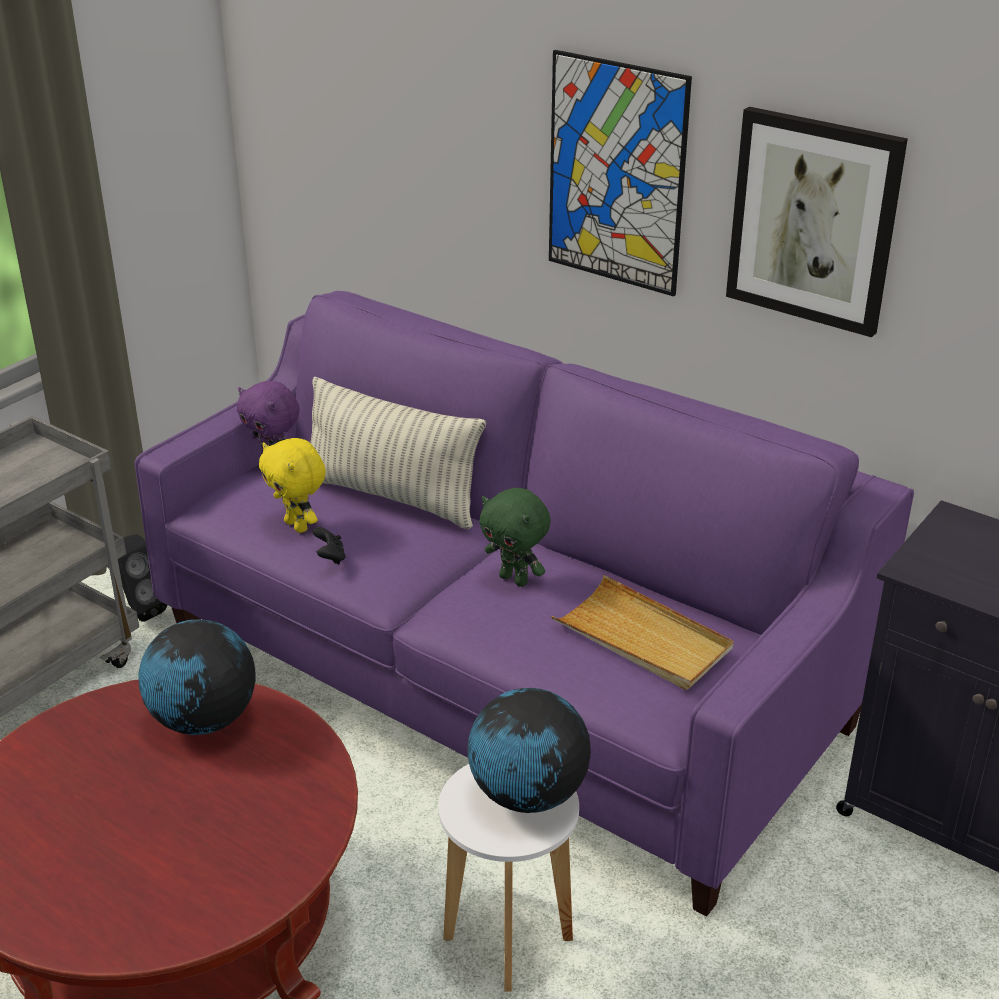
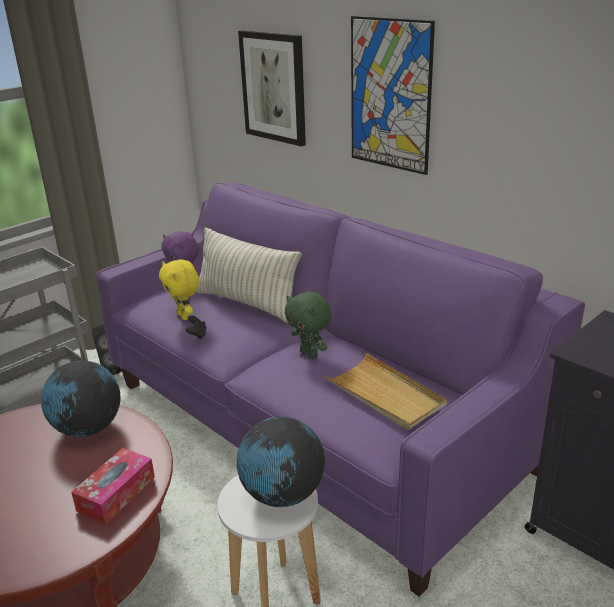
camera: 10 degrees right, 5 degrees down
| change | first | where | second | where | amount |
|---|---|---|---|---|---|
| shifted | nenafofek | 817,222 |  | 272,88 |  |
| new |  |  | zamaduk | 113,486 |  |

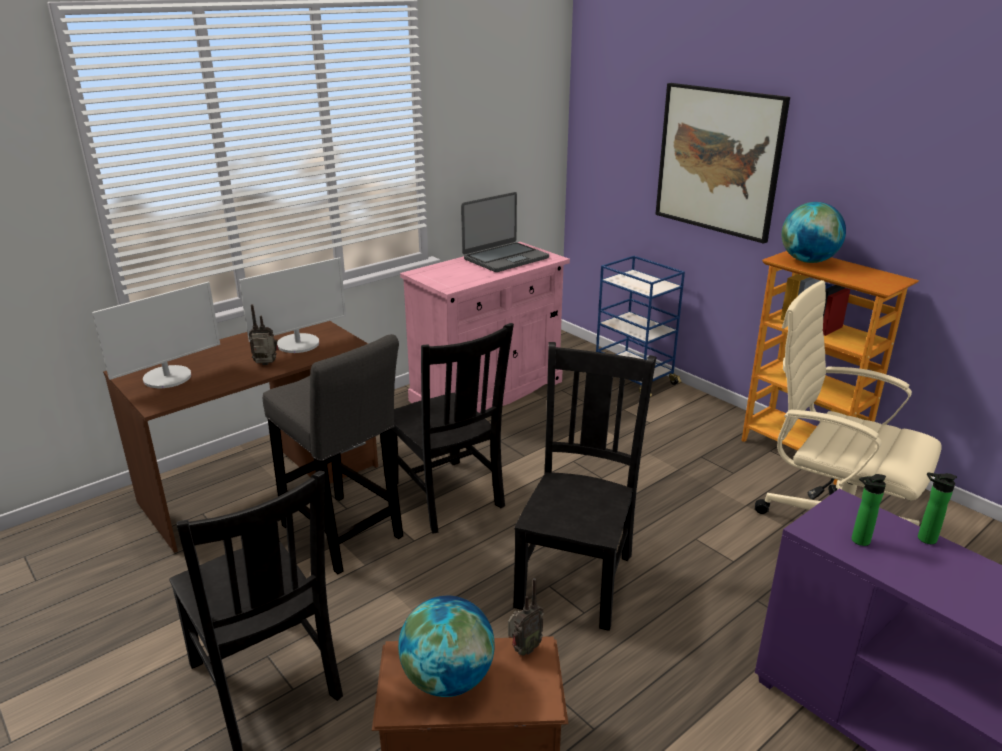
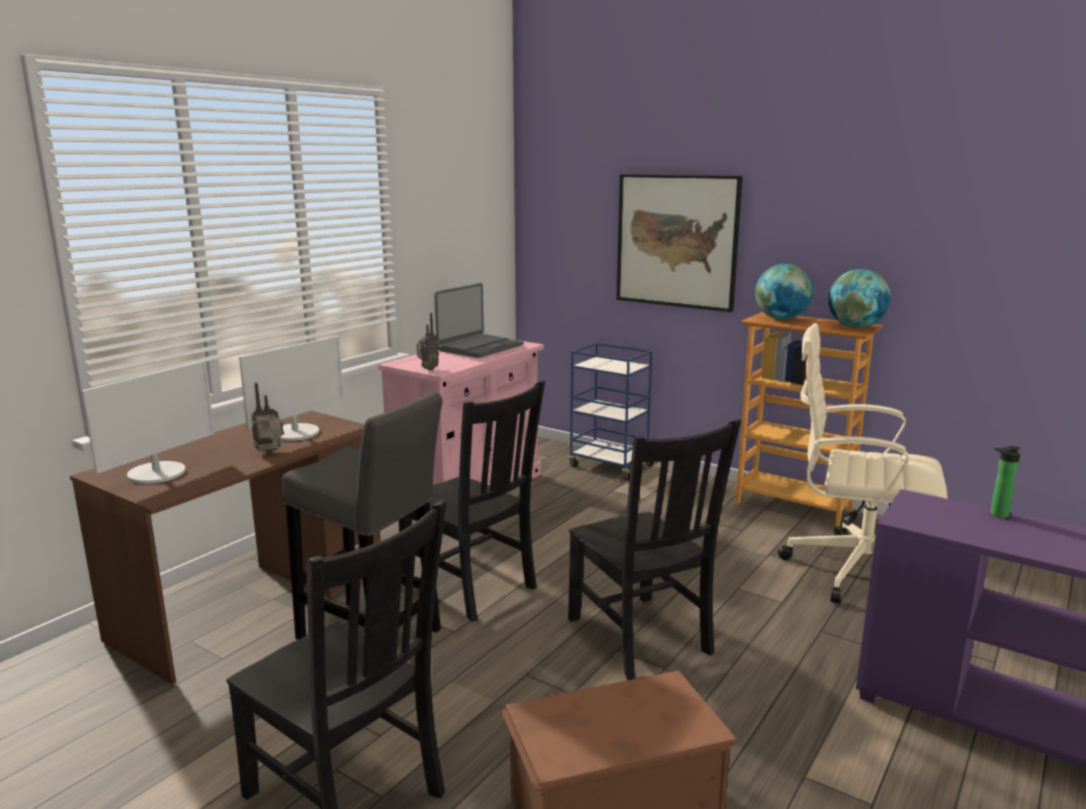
camera: 15 degrees left, 10 degrees down
| change | first | where | second | where | amount |
|---|---|---|---|---|---|
| shifted | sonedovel | 446,646 |  | 859,298 |  |
| shifted | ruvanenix | 526,617 |  | 428,342 |  |
| rotated | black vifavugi | 584,486 |  | 654,549 | 150 degrees clockwise |
| gone | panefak | 869,510 |  |  |  |

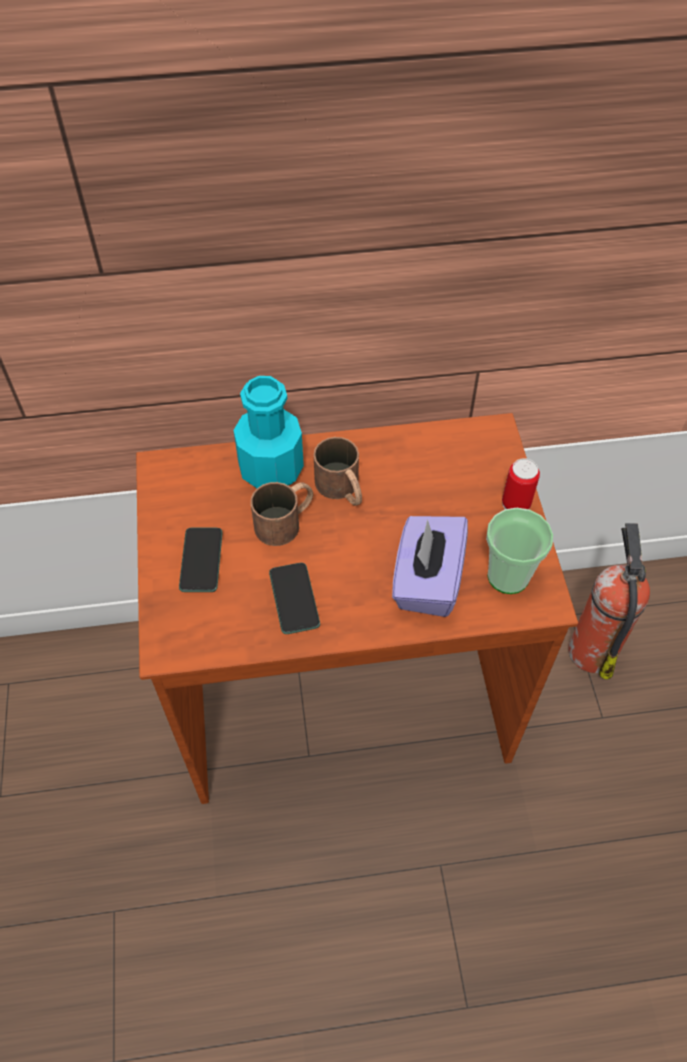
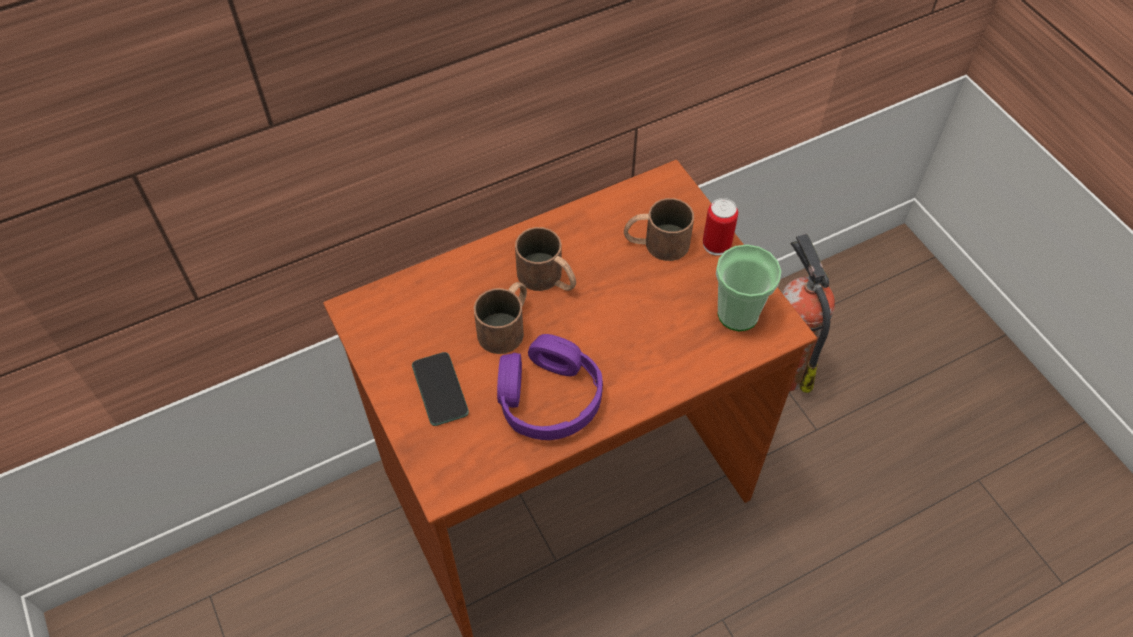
camera: 20 degrees left, 0 degrees up
| change | first | where | second | where | amount |
|---|---|---|---|---|---|
| gone | turquoise panefak | 268,432 |  |  |  |
| swapped | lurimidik | 294,598 | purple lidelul | 550,387 |  |
| gone | purple zamaduk | 430,566 |  |  |  |
| new |  |  | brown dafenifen | 659,229 |  |

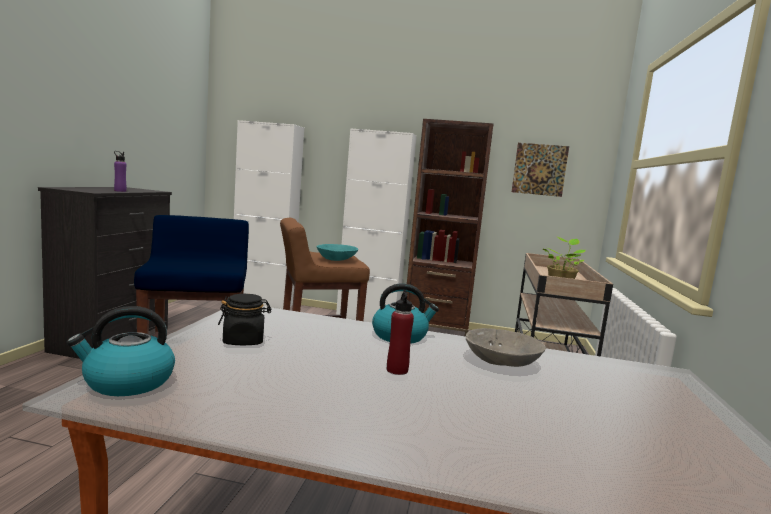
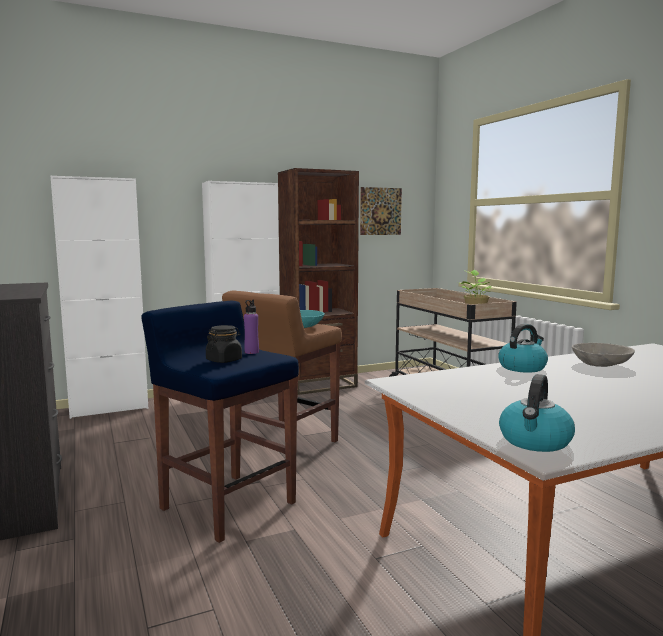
camera: 35 degrees left, 0 degrees up
| change | first | where | second | where | amount |
|---|---|---|---|---|---|
| shifted | purple panefak | 120,171 |  | 251,326 |  |
| shifted | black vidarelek | 244,319 |  | 224,344 |  |
| gone | red panefak | 400,332 |  |  |  |

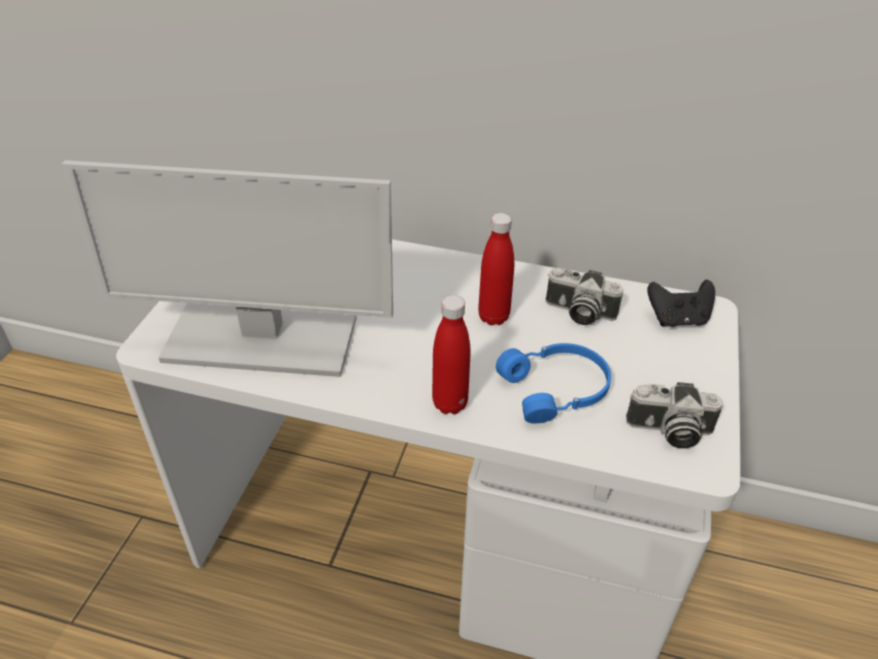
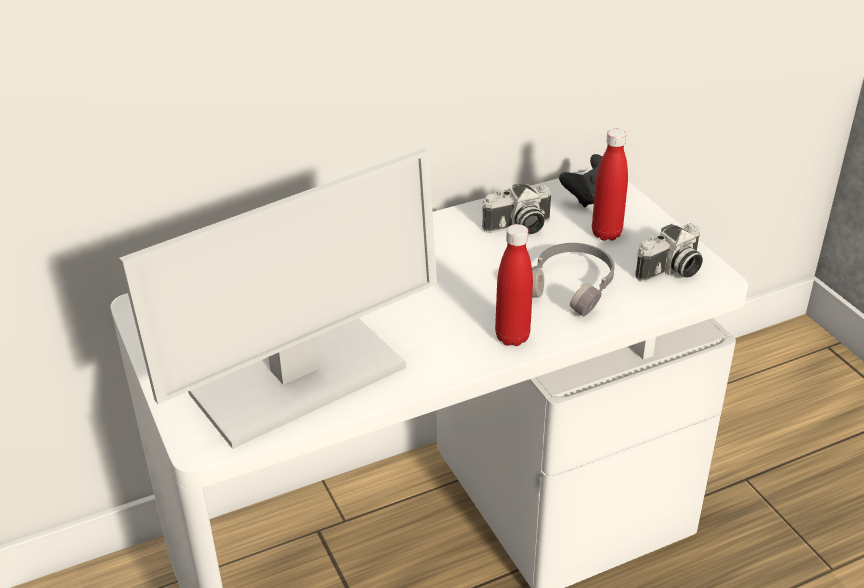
camera: 40 degrees left, 5 degrees down
| change | first | where | second | where | amount |
|---|---|---|---|---|---|
| shifted | red panefak | 496,269 |  | 610,185 |  |
| repainted | blue lidelul | 553,383 | grey lidelul | 573,280 |  |

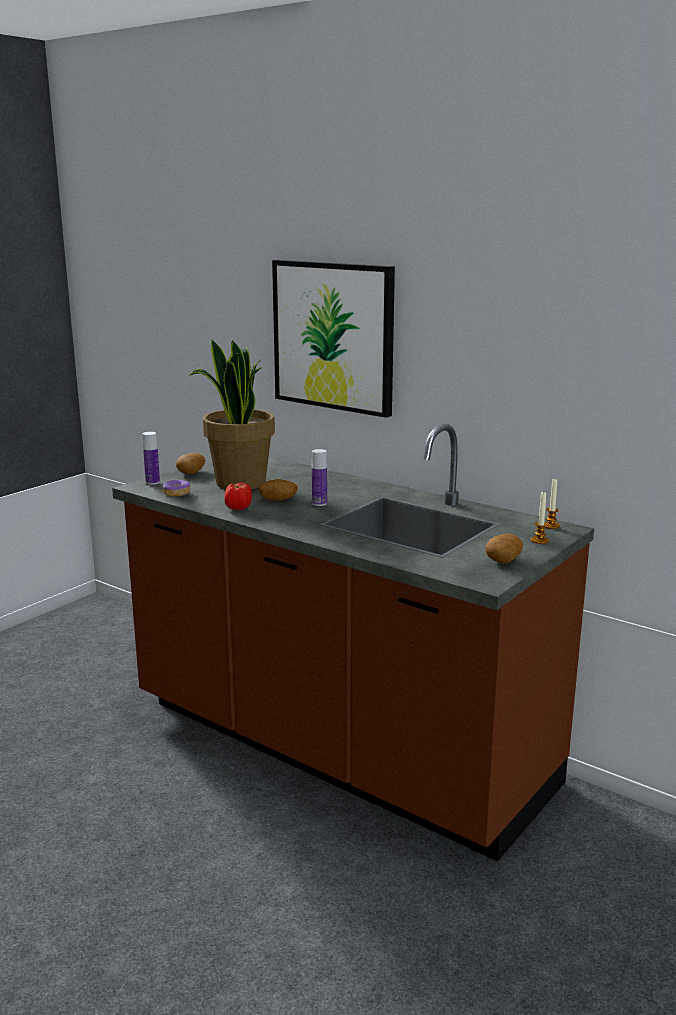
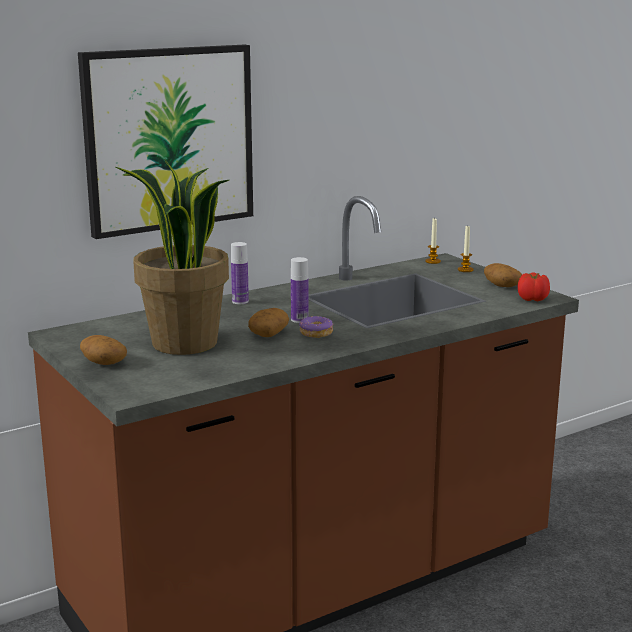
camera: 70 degrees left, 0 degrees up
| change | first | where | second | where | amount |
|---|---|---|---|---|---|
| shifted | panefak | 151,458 |  | 240,273 |  |
| shifted | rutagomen | 177,488 |  | 316,327 |  |
| shifted | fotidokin | 238,496 |  | 533,286 |  |

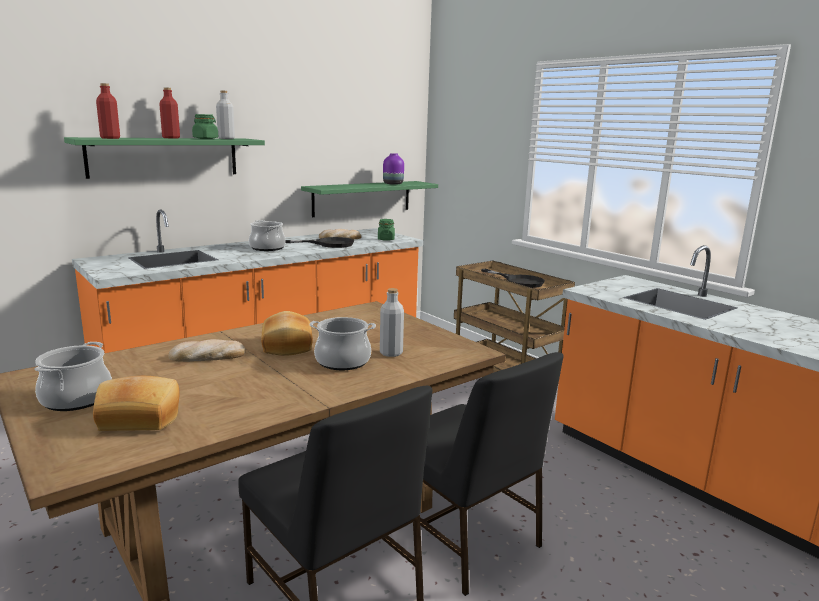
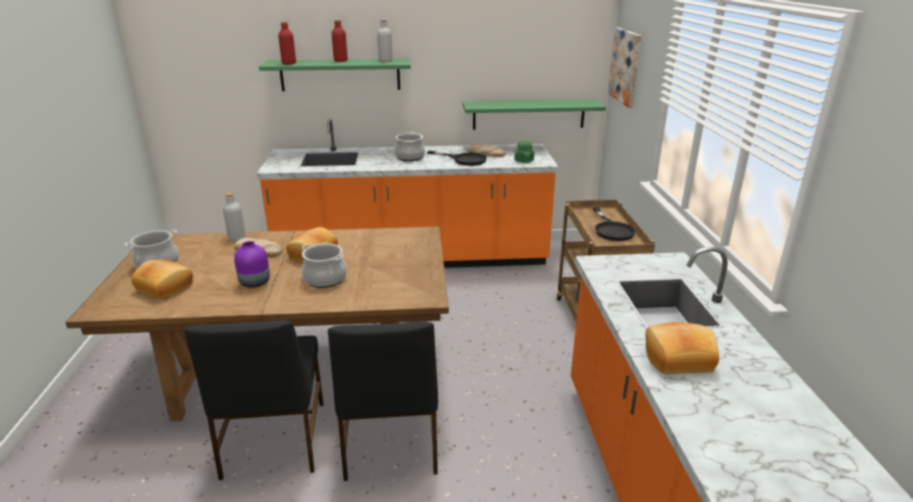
camera: 35 degrees right, 10 degrees up
| change | first | where | second | where | amount |
|---|---|---|---|---|---|
| gone | green vidarelek | 205,126 |  |  |  |
| shifted | grey panefak | 392,322 |  | 234,217 |  |
| shifted | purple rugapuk | 393,169 |  | 252,264 |  |
| new |  |  | nenafofek | 625,67 |  |
| new |  |  | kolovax | 682,348 |  |

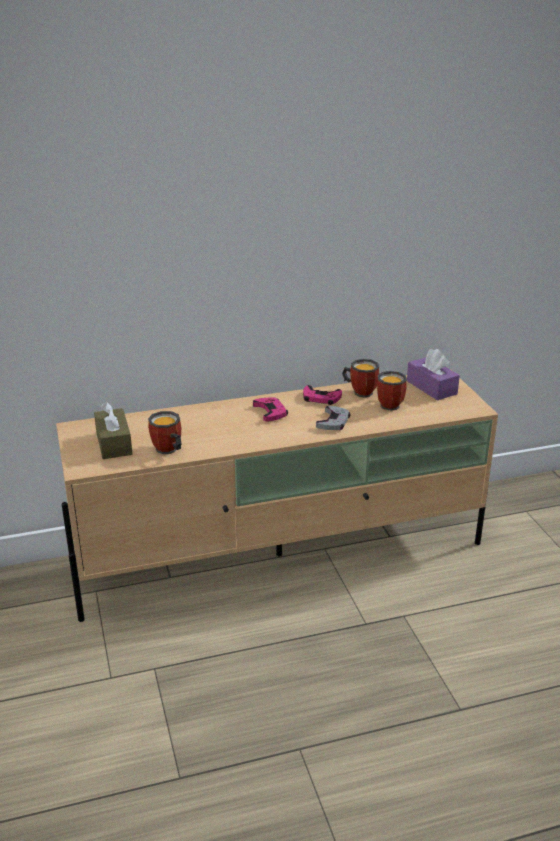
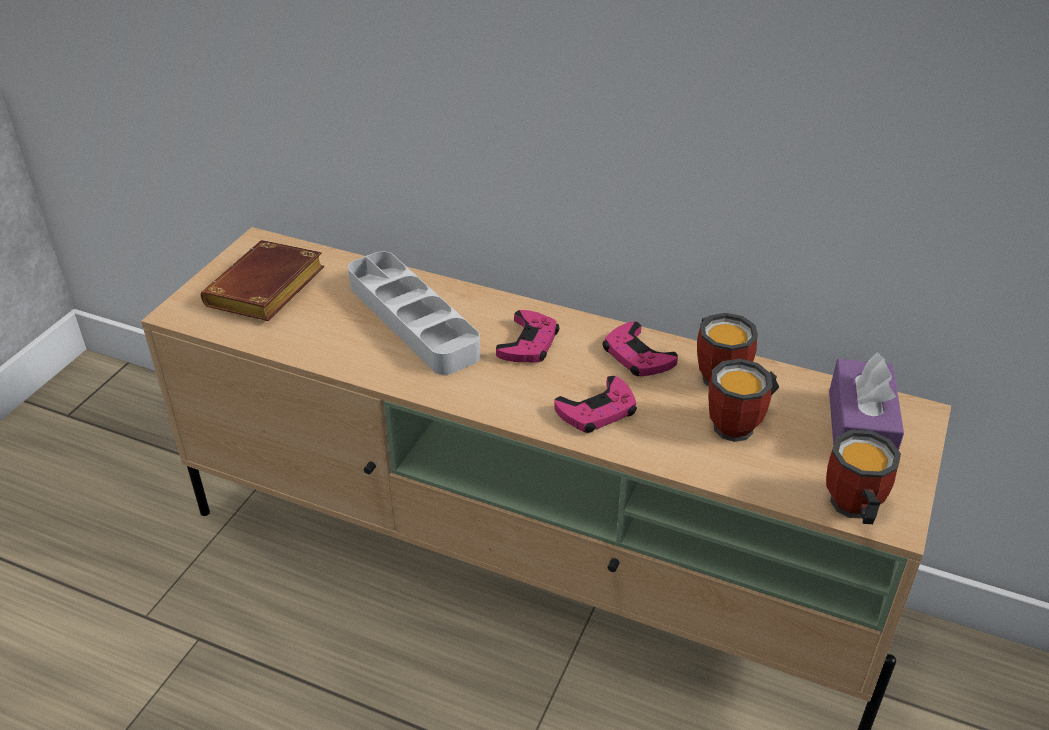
camera: 40 degrees right, 10 degrees up
| change | first | where | second | where | amount |
|---|---|---|---|---|---|
| swapped | brown zamaduk | 113,430 | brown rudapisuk | 262,280 |  |
| shifted | dafenifen | 164,432 |  | 863,477 |  |
| repainted | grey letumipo | 333,418 | pink letumipo | 595,404 |  |
| new |  |  | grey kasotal | 414,313 |  |

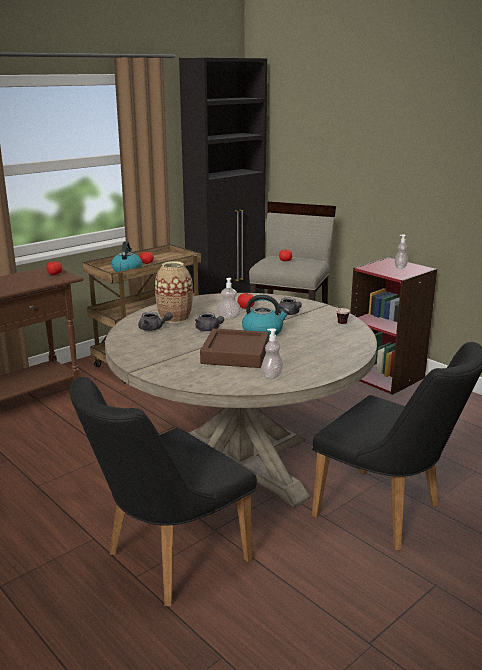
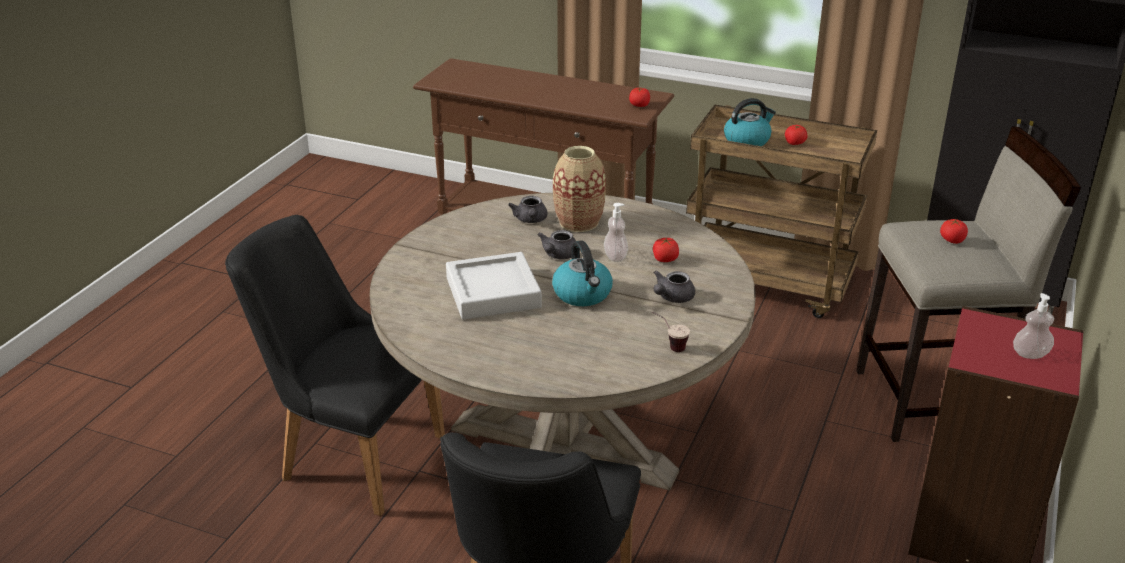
camera: 65 degrees right, 10 degrees up
| change | first | where | second | where | amount |
|---|---|---|---|---|---|
| repainted | brown kasotal | 234,348 | grey kasotal | 494,286 |  |
| gone | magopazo | 272,353 |  |  |  |

